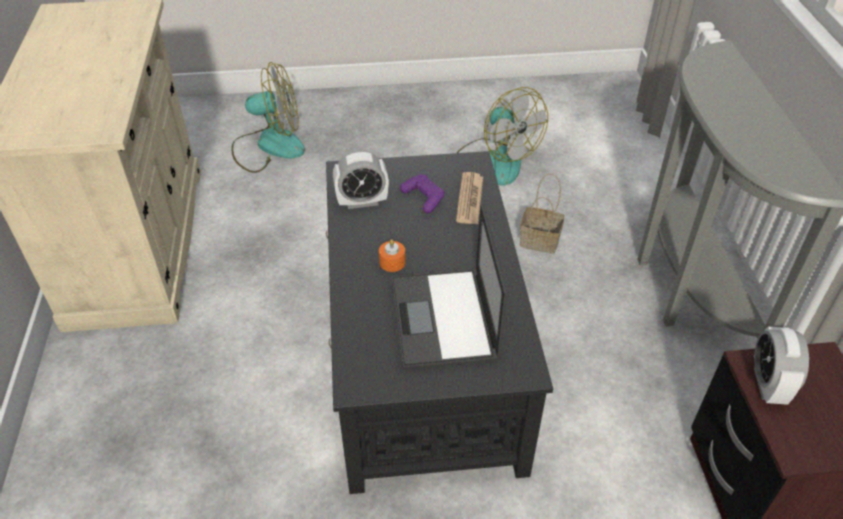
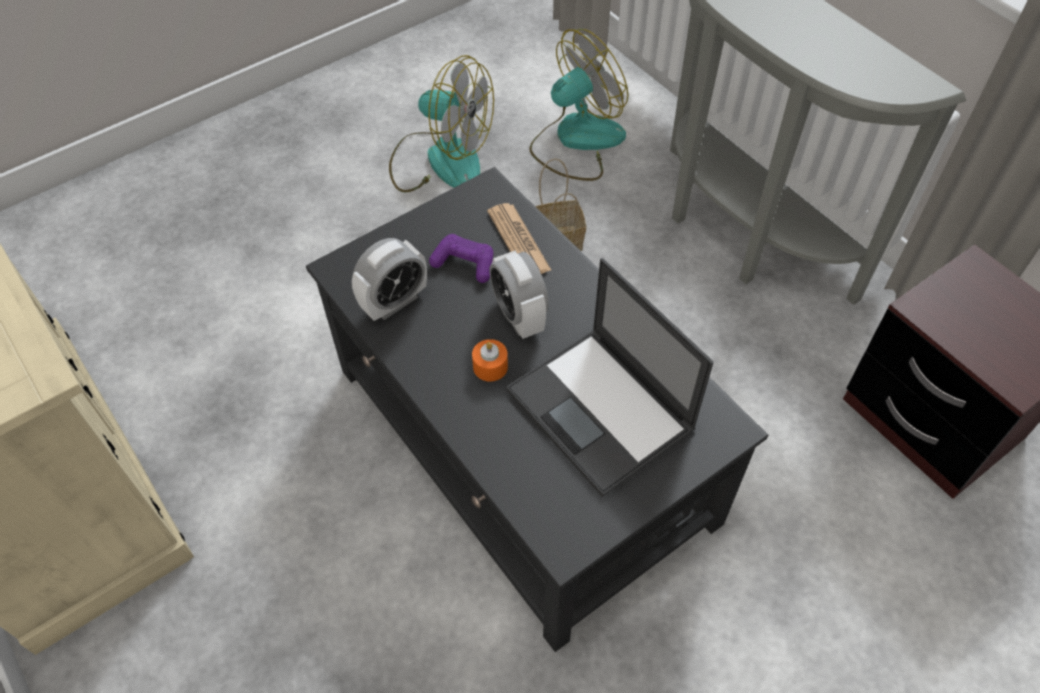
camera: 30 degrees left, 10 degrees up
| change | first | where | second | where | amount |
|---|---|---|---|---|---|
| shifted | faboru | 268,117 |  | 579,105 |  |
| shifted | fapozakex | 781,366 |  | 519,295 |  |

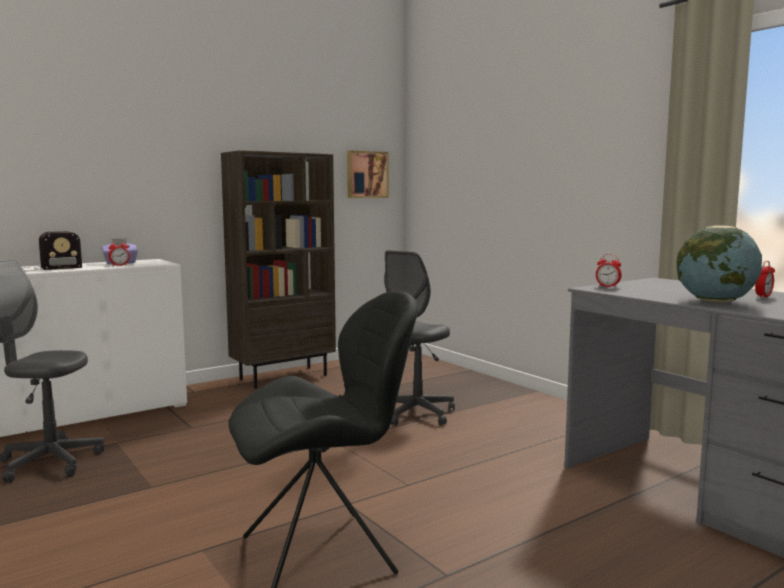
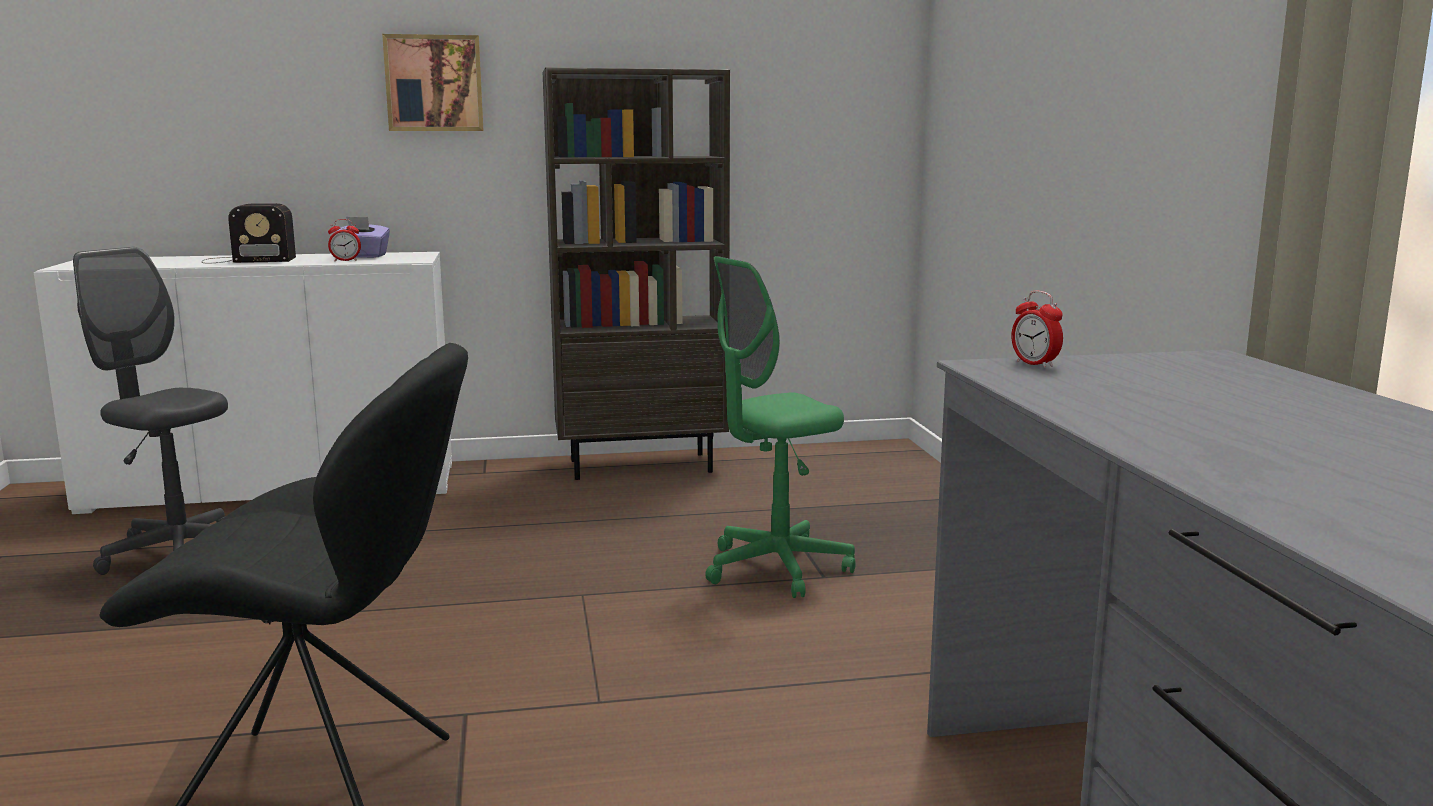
camera: 25 degrees right, 5 degrees up
| change | first | where | second | where | amount |
|---|---|---|---|---|---|
| shifted | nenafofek | 368,174 |  | 432,82 |  |
| repainted | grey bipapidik | 419,338 | green bipapidik | 780,427 |  |
| gone | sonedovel | 719,264 |  |  |  |
| gone | fapozakex | 765,279 |  |  |  |

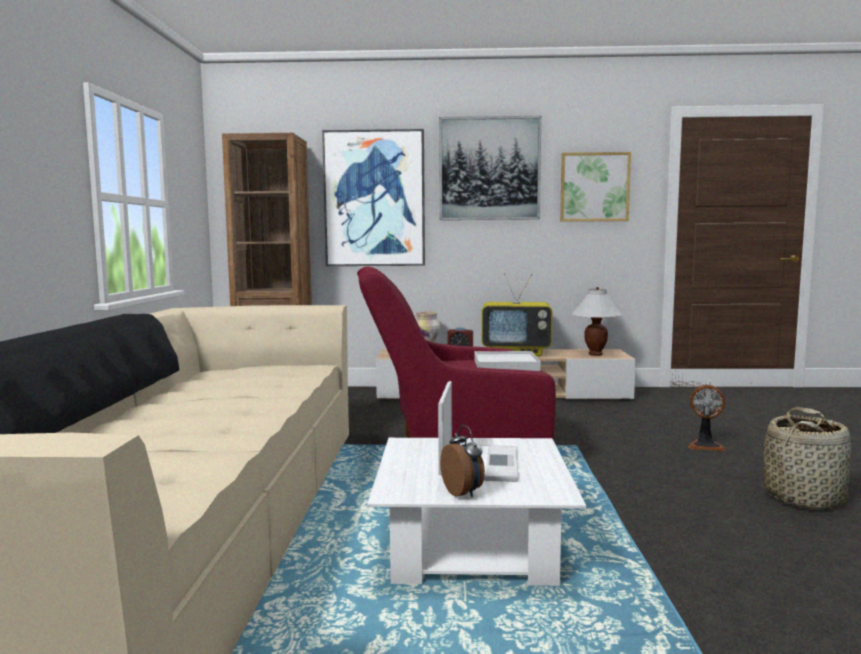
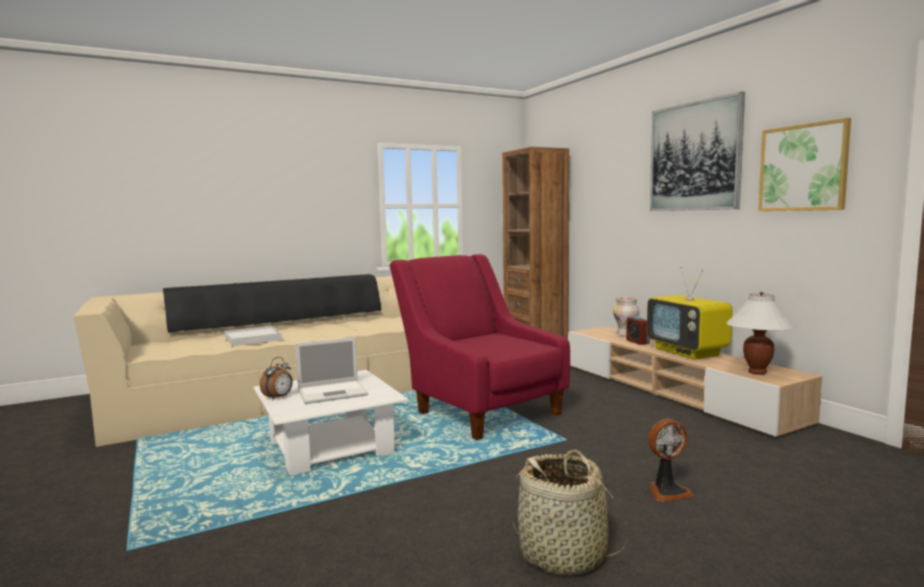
camera: 60 degrees right, 0 degrees up
| change | first | where | second | where | amount |
|---|---|---|---|---|---|
| gone | nenafofek | 373,197 |  |  |  |
| shifted | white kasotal | 507,361 |  | 253,336 |  |
| rotated | faboru | 707,418 |  | 671,460 | 90 degrees counterclockwise |

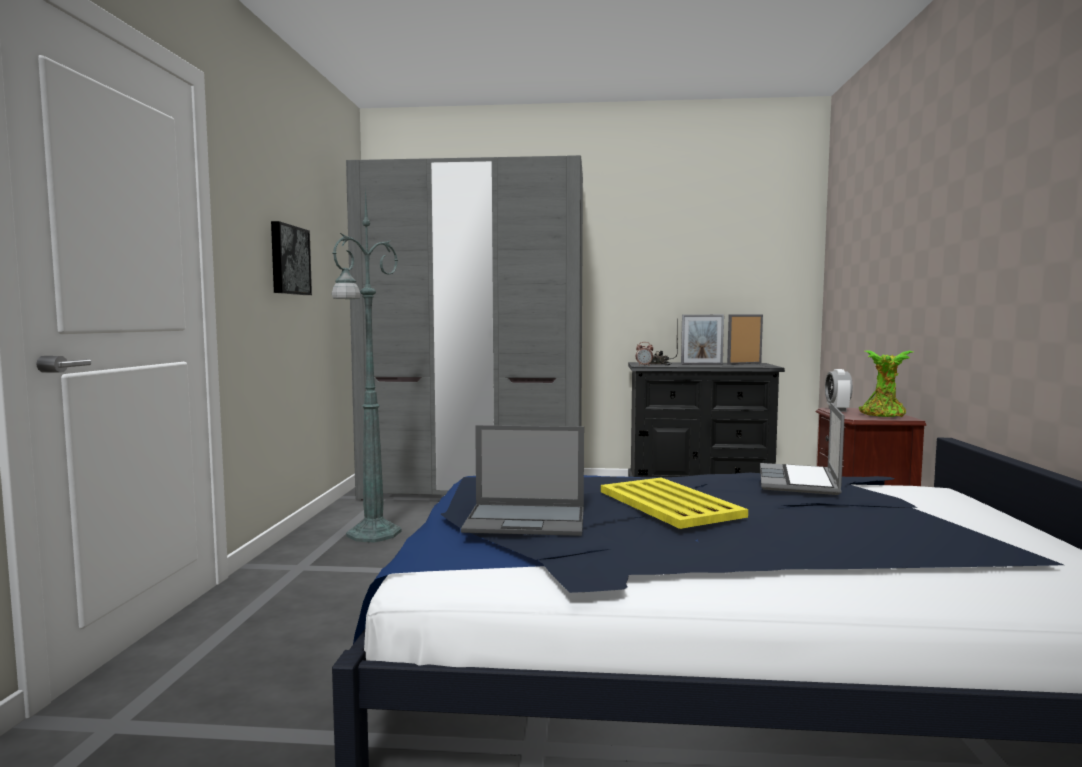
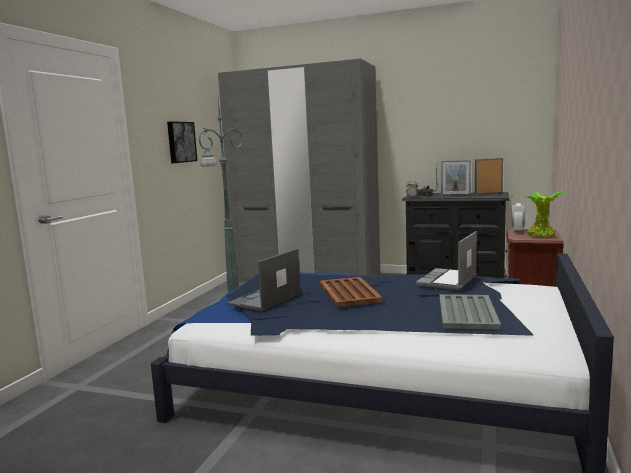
camera: 15 degrees right, 5 degrees up
| change | first | where | second | where | amount |
|---|---|---|---|---|---|
| rotated | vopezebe | 522,480 |  | 264,280 | 105 degrees clockwise |
| repainted | yellow kasotal | 674,503 | brown kasotal | 351,292 |  |
| new |  |  | grey kasotal | 470,312 |  |

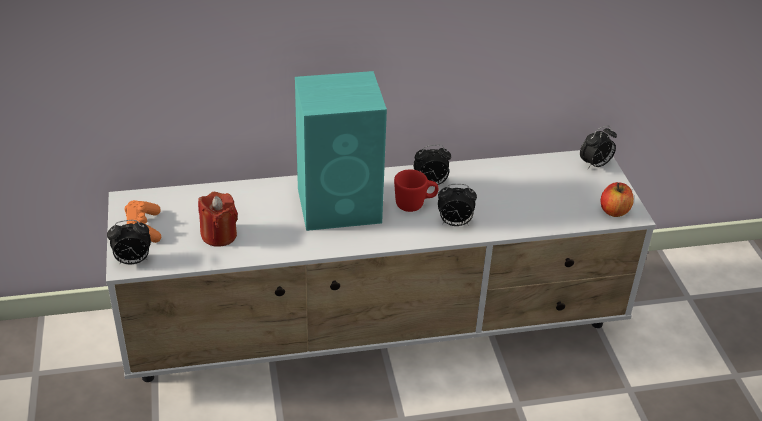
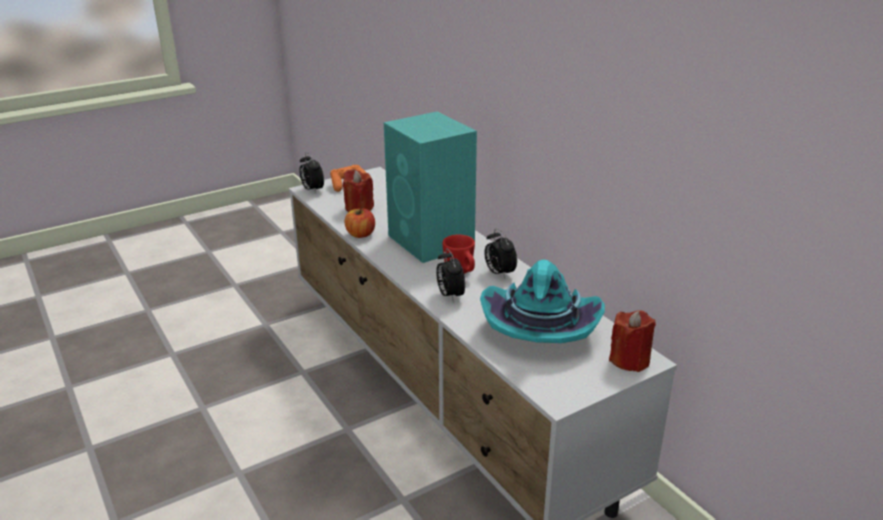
camera: 70 degrees right, 10 degrees down
| change | first | where | second | where | amount |
|---|---|---|---|---|---|
| swapped | fapozakex | 598,148 | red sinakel | 632,341 |  |
| shifted | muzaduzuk | 617,199 |  | 360,222 |  |
| new |  |  | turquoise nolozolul | 542,301 |  |

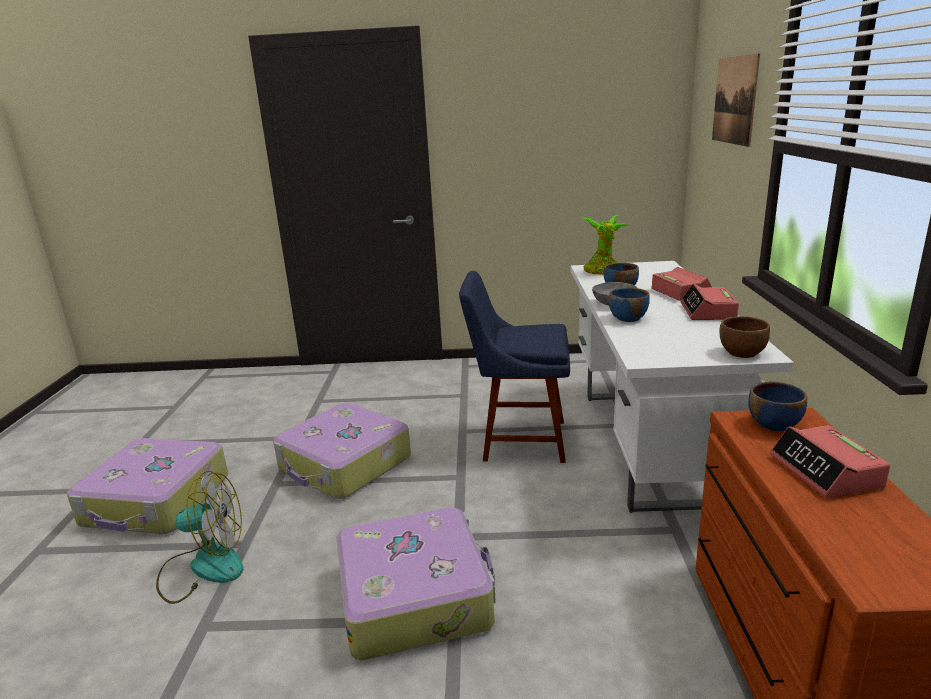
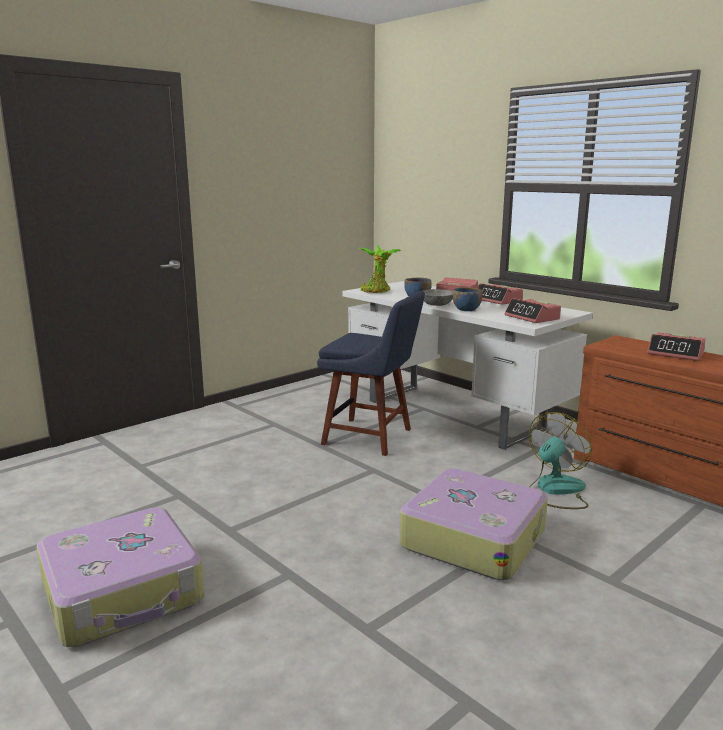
camera: 45 degrees left, 5 degrees down
| change | first | where | second | where | amount |
|---|---|---|---|---|---|
| shifted | faboru | 199,537 |  | 560,460 |  |
| gone | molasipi | 342,451 |  |  |  |
| rotated | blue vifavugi | 514,367 |  | 371,373 | 120 degrees counterclockwise |
| gone | nenafofek | 736,100 |  |  |  |
| gone | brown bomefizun | 744,337 |  |  |  |
| gone | blue bomefizun | 777,406 |  |  |  |
| new |  |  | fapozakex | 533,310 |  |

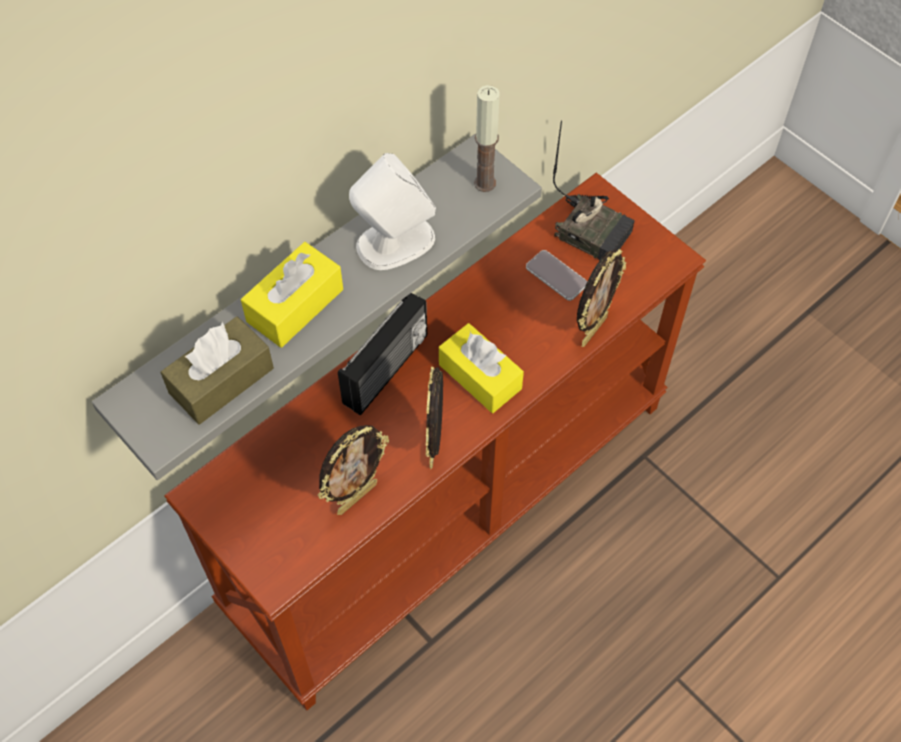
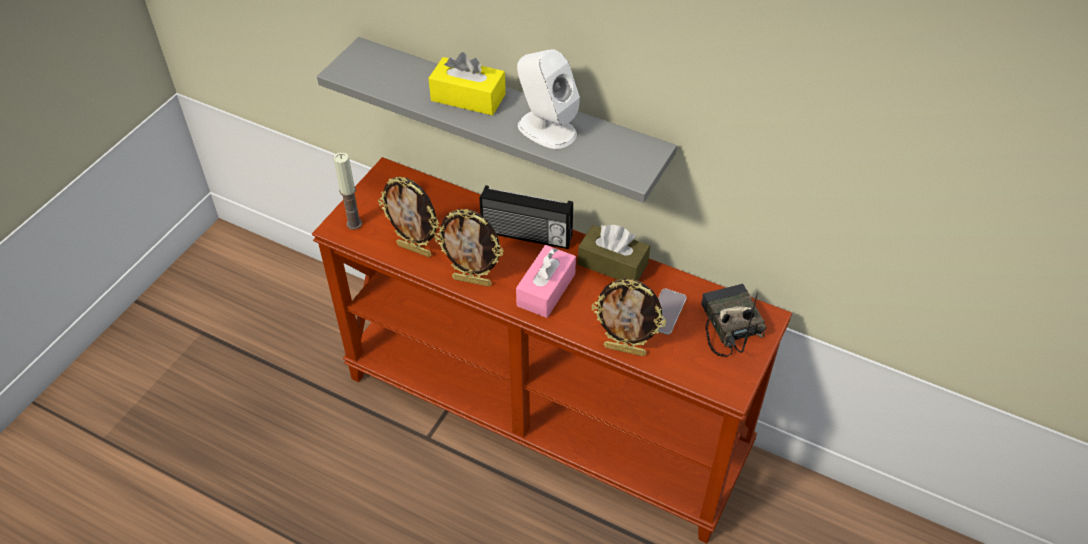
camera: 70 degrees right, 10 degrees down
| change | first | where | second | where | amount |
|---|---|---|---|---|---|
| shifted | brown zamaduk | 217,370 |  | 614,253 |  |
| rotated | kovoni | 434,418 |  | 469,248 | 150 degrees counterclockwise |
| repainted | yellow zamaduk | 481,368 | pink zamaduk | 546,281 |  |
| shifted | sinakel | 487,138 |  | 347,191 |  |
| rotated | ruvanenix | 594,190 |  | 734,320 | 150 degrees clockwise |

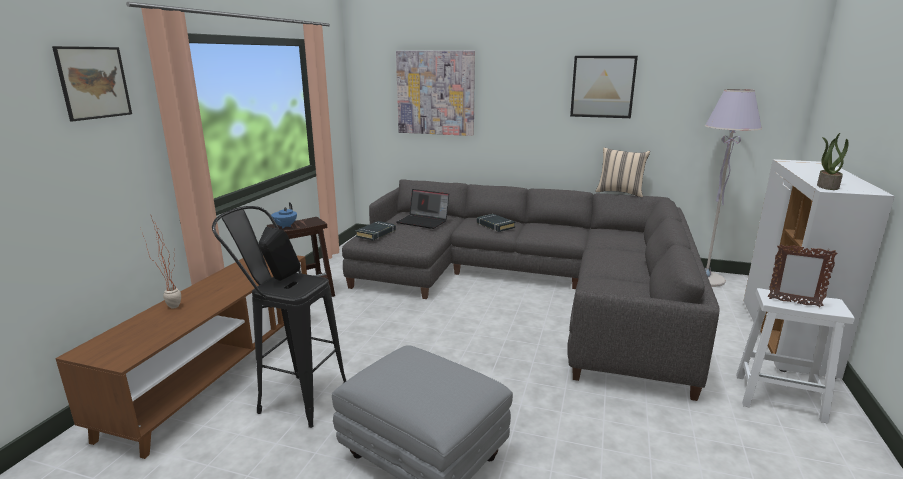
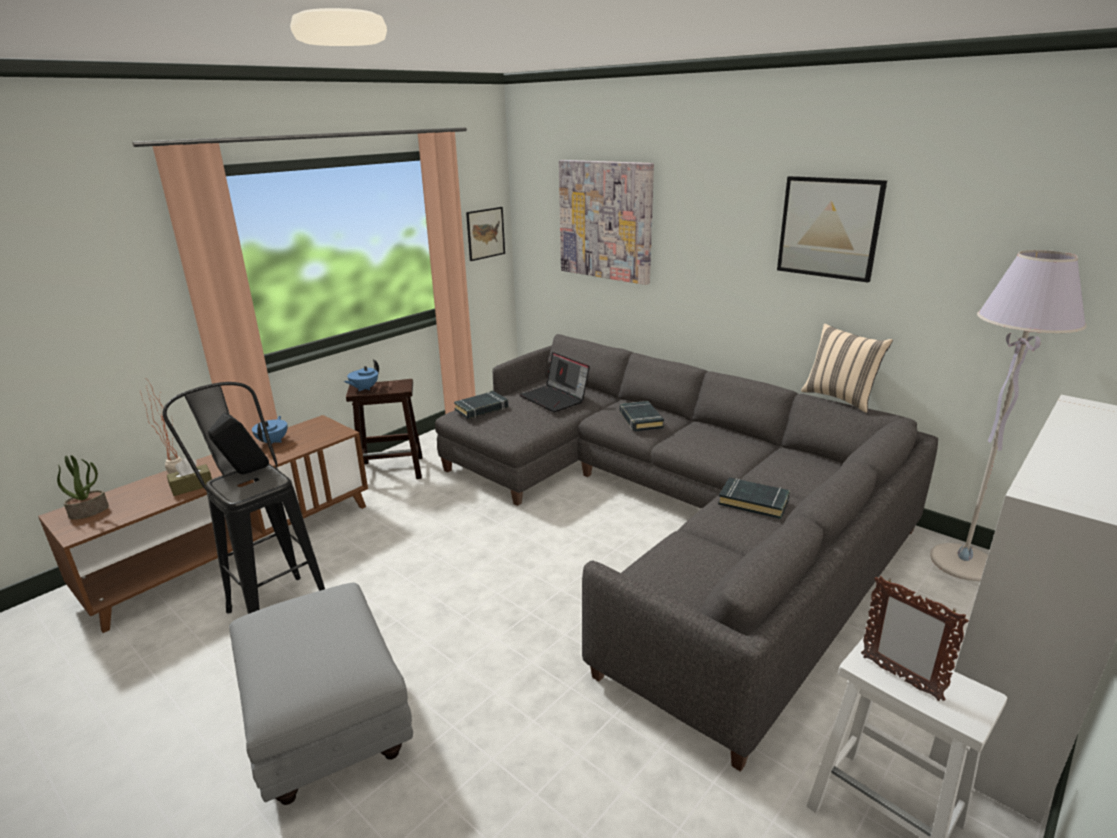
camera: 25 degrees right, 5 degrees up
| change | first | where | second | where | amount |
|---|---|---|---|---|---|
| shifted | nenafofek | 92,83 |  | 485,234 |  |
| shifted | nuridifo | 832,161 |  | 83,487 |  |
| new |  |  | brown zamaduk | 189,477 |  |
| new |  |  | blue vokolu | 270,430 |  |
| new |  |  | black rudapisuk | 754,498 |  |

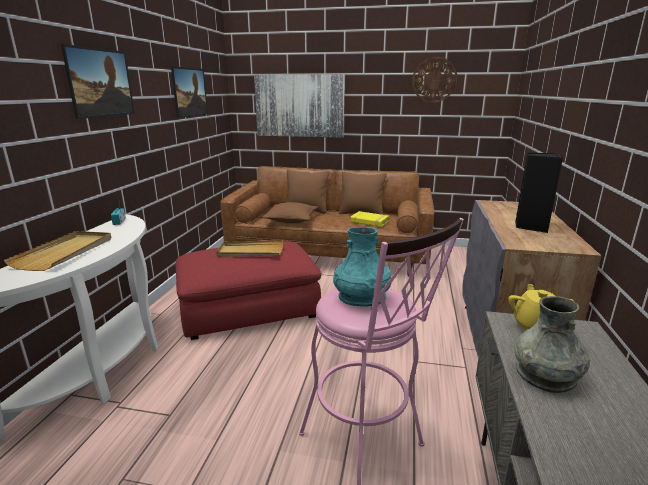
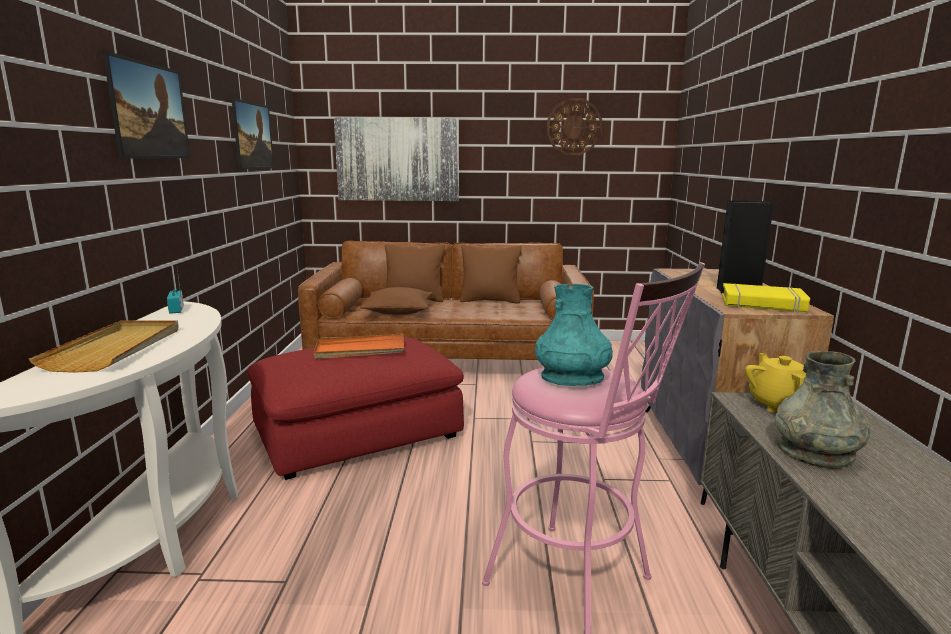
camera: 10 degrees left, 5 degrees down
| change | first | where | second | where | amount |
|---|---|---|---|---|---|
| repainted | beige kasotal | 249,248 | orange kasotal | 359,346 |  |
| shifted | yellow rudapisuk | 370,219 |  | 766,297 |  |

